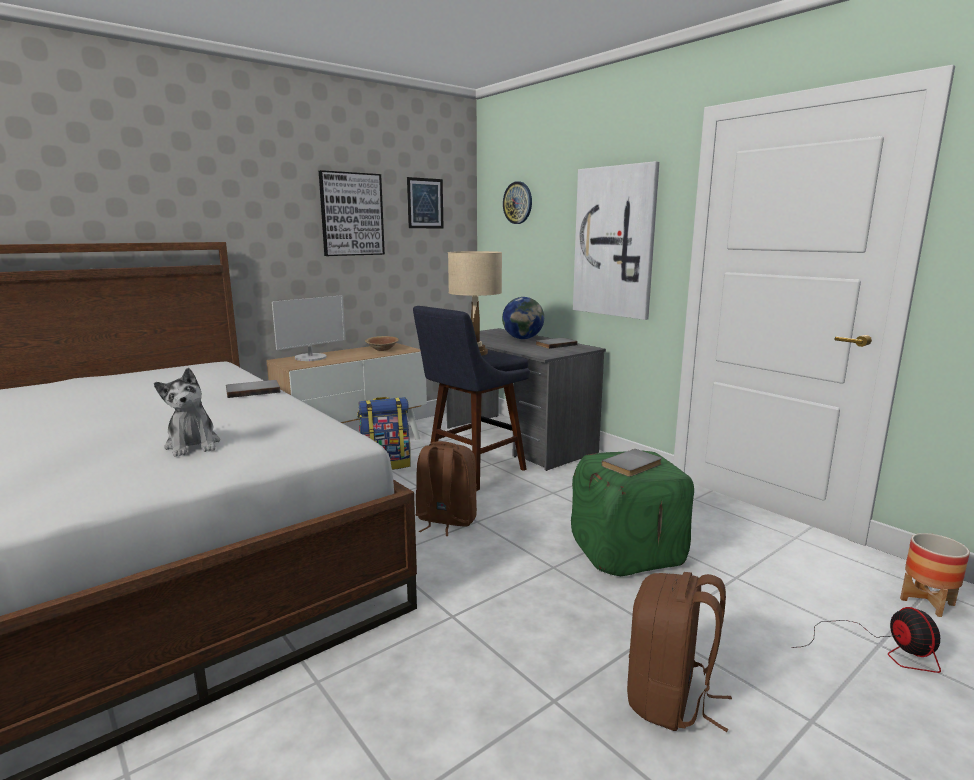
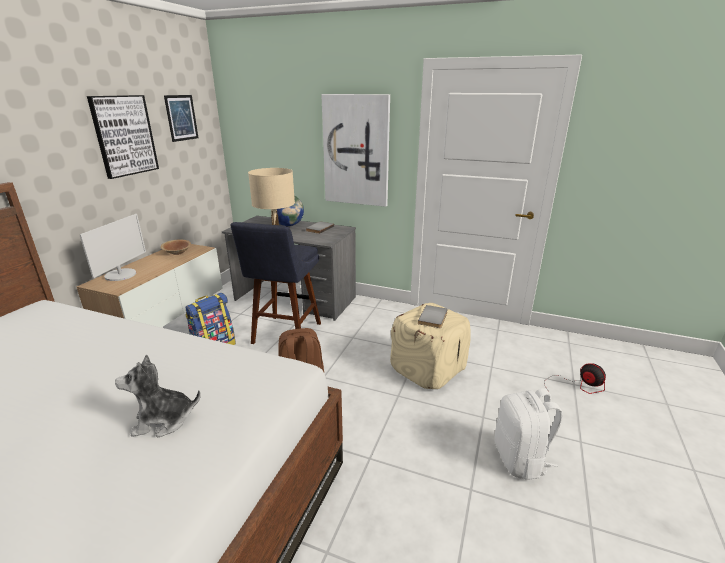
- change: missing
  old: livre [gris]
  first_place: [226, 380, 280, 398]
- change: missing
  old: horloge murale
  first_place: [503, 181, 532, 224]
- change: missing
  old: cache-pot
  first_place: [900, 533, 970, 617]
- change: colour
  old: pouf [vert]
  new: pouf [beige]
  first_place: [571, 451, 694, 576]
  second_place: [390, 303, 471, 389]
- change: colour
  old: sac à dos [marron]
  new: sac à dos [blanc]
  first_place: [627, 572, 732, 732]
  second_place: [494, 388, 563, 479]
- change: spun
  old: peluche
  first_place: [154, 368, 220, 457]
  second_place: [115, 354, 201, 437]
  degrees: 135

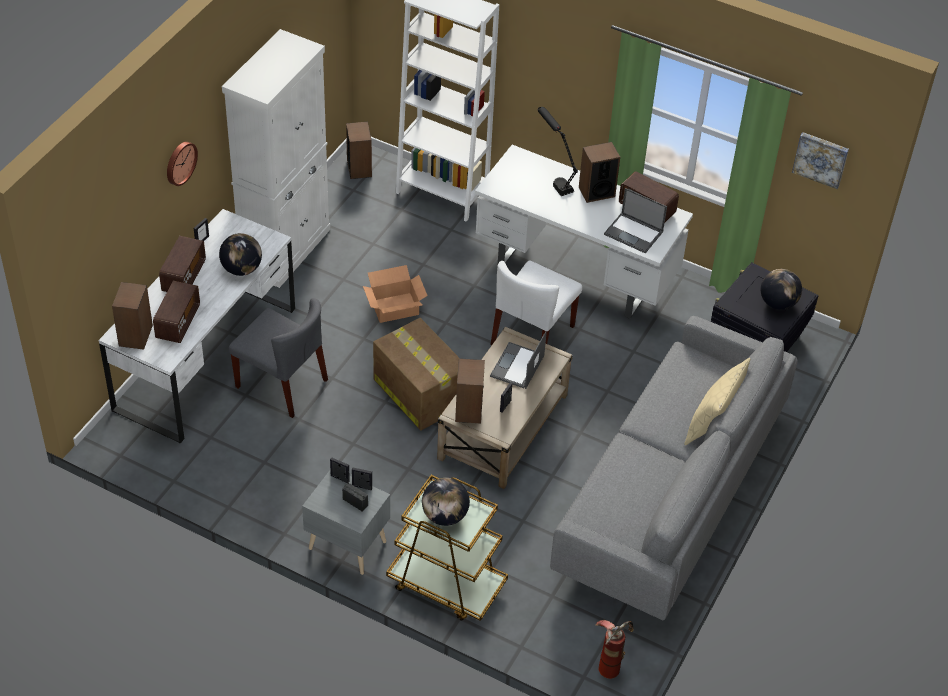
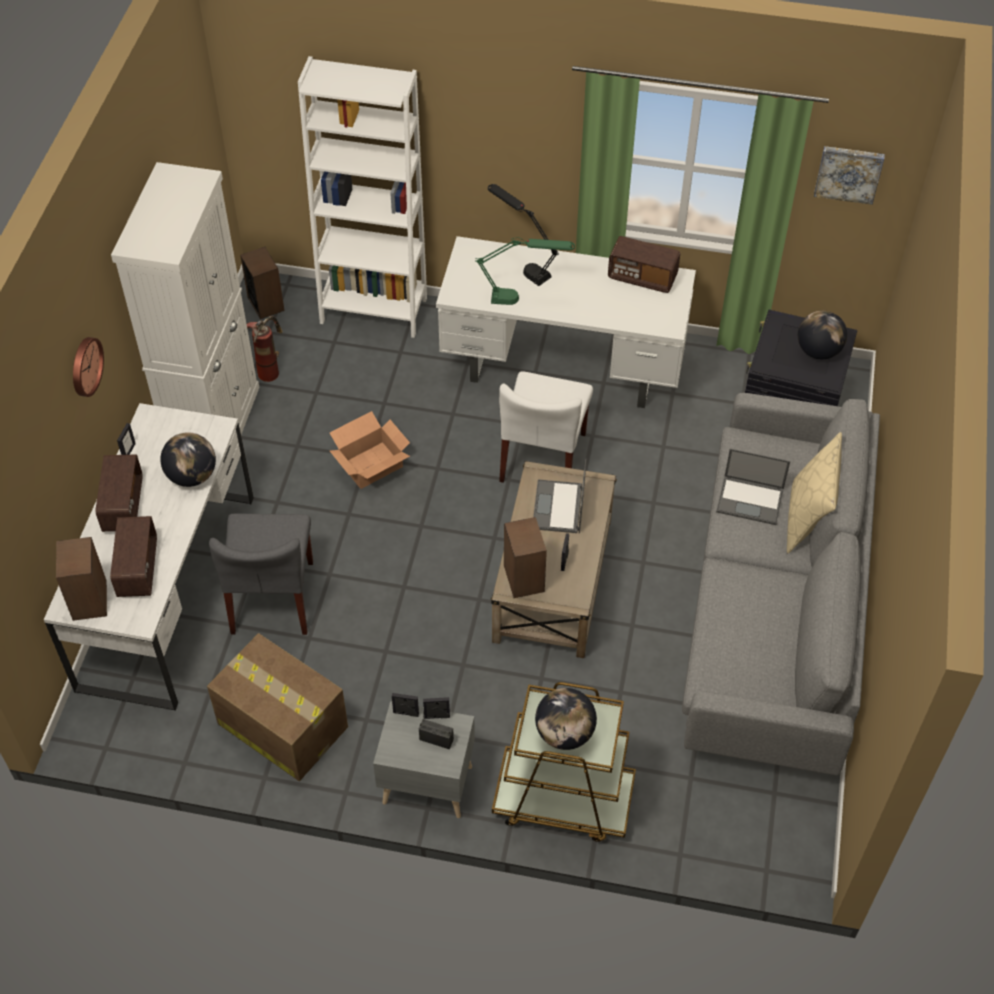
- change: missing
  old: enceinte
  first_place: [579, 142, 620, 203]
- change: appeared
  new: lampe de table [vert]
  second_place: [475, 237, 575, 305]
- change: relocated
  old: carton
  first_place: [373, 318, 459, 431]
  second_place: [207, 633, 348, 781]
- change: relocated
  old: extincteur
  first_place: [595, 620, 633, 679]
  second_place: [247, 316, 282, 382]
- change: relocated
  old: ordinateur portable
  first_place: [604, 188, 667, 254]
  second_place: [716, 449, 790, 525]
- change: spun
  old: chaise [gris]
  first_place: [229, 298, 328, 418]
  second_place: [209, 514, 313, 635]
  degrees: 75

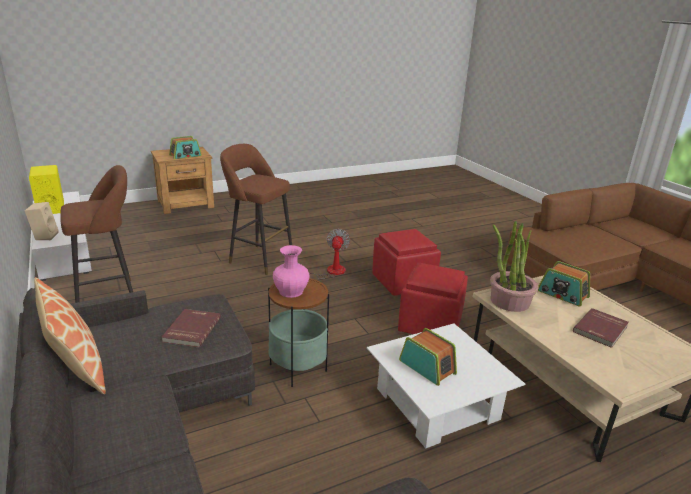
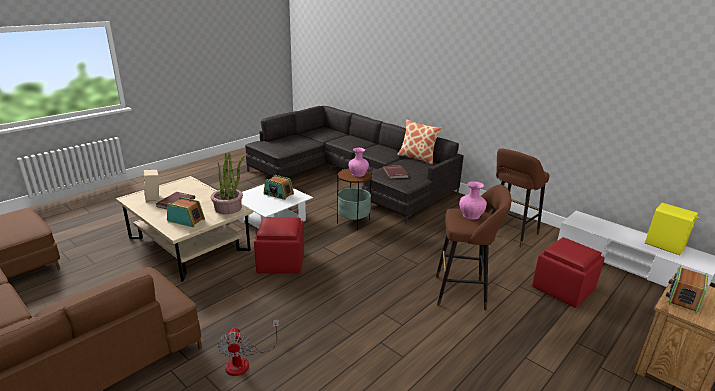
- change: appeared
  new: vase [rose]
  second_place: [459, 181, 487, 219]
- change: relocated
  old: enceinte [beige]
  first_place: [25, 202, 59, 240]
  second_place: [144, 170, 159, 202]
- change: relocated
  old: ventilateur
  first_place: [298, 229, 350, 279]
  second_place: [218, 319, 279, 376]
- change: relocated
  old: pouf [rouge]
  first_place: [372, 229, 441, 296]
  second_place: [532, 237, 605, 308]

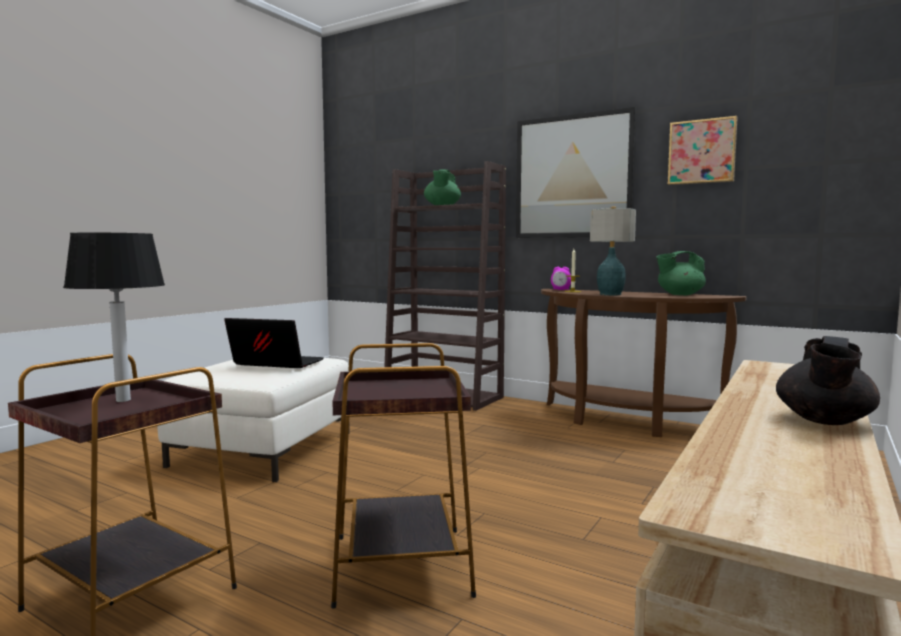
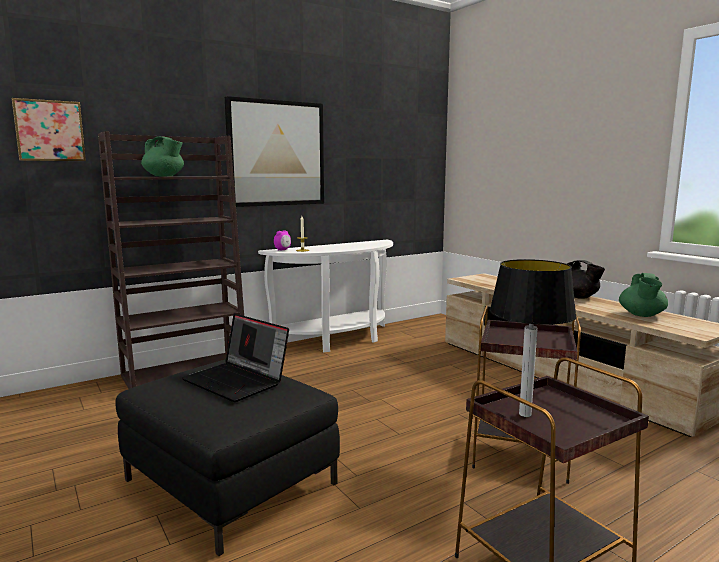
- change: missing
  old: lampe de table
  first_place: [590, 207, 636, 295]
- change: relocated
  old: théière [vert]
  first_place: [656, 251, 706, 295]
  second_place: [619, 273, 668, 317]
- change: relocated
  old: tableau
  first_place: [668, 116, 738, 185]
  second_place: [12, 98, 86, 161]
- change: colour
  old: pouf [blanc]
  new: pouf [noir]
  first_place: [157, 358, 350, 482]
  second_place: [115, 359, 340, 556]
- change: colour
  old: table console [marron]
  new: table console [blanc]
  first_place: [541, 289, 746, 437]
  second_place: [258, 240, 393, 352]
- change: spun
  old: ordinateur portable
  first_place: [224, 318, 324, 368]
  second_place: [182, 313, 289, 402]
  degrees: -90

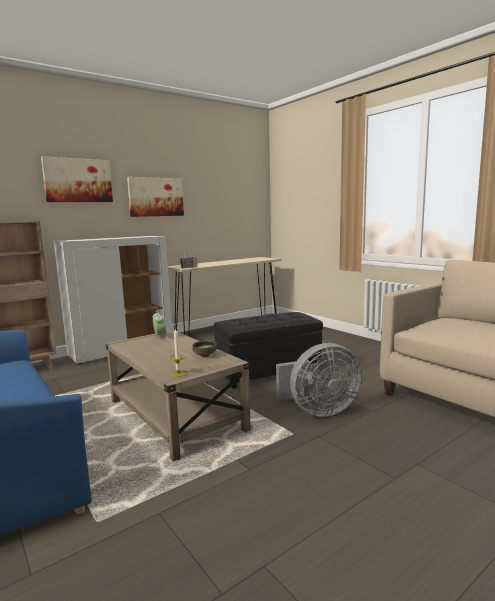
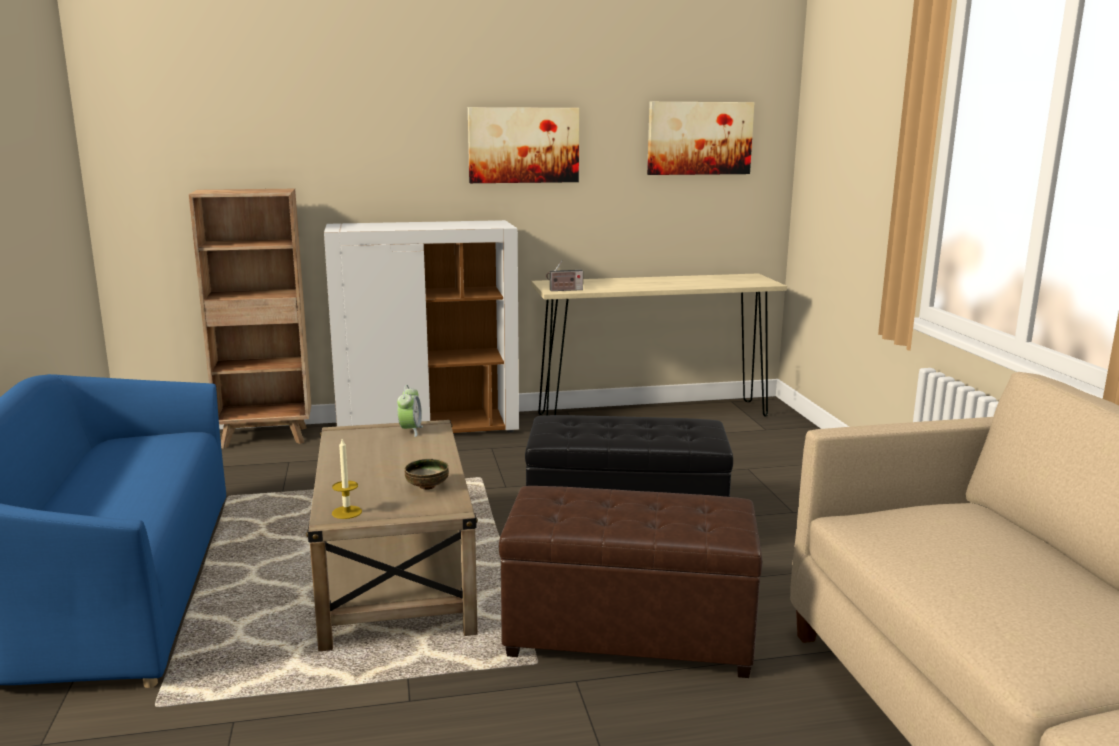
- change: relocated
  old: tableau
  first_place: [41, 156, 113, 202]
  second_place: [647, 102, 755, 175]
- change: exchanged
  old: ventilateur [gris]
  new: pouf [marron]
  first_place: [276, 343, 361, 417]
  second_place: [499, 486, 762, 678]

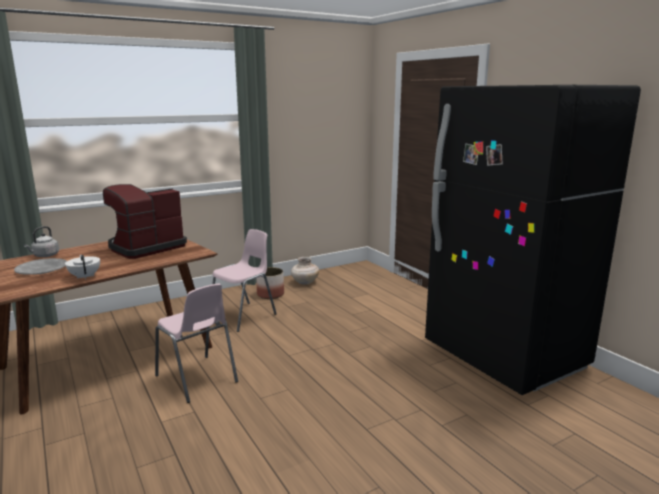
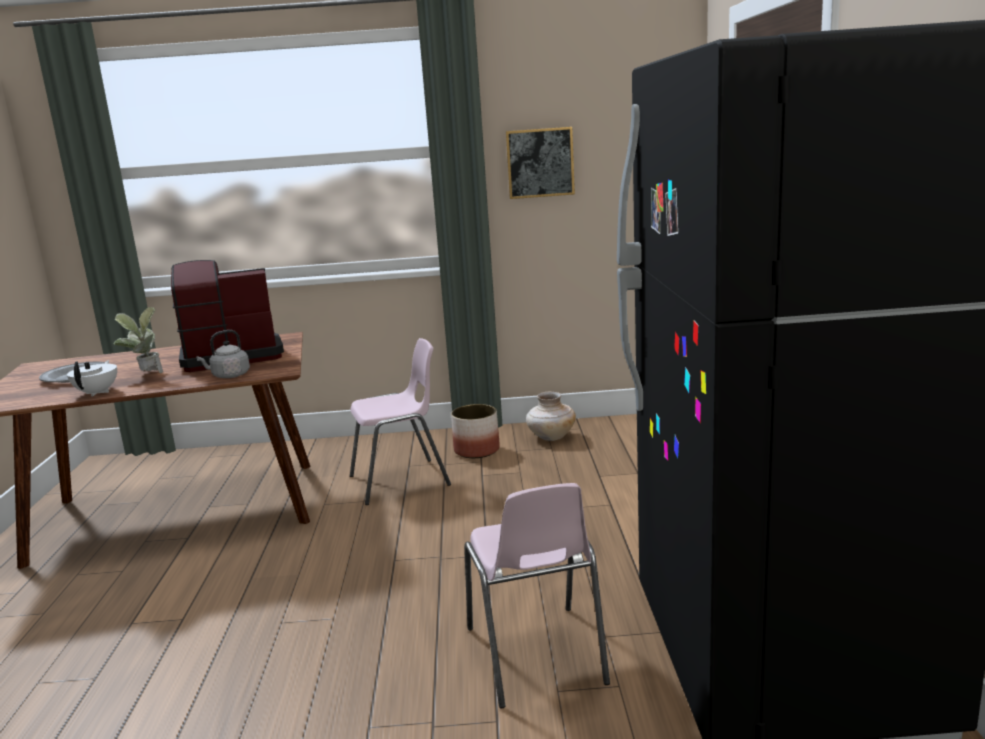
- change: appeared
  new: plante en pot
  second_place: [113, 307, 163, 373]
- change: appeared
  new: tableau
  second_place: [506, 127, 575, 199]
- change: relocated
  old: bouilloire [gris]
  first_place: [24, 226, 59, 257]
  second_place: [196, 330, 250, 378]
- change: relocated
  old: chaise [rose]
  first_place: [155, 284, 238, 403]
  second_place: [464, 483, 610, 708]

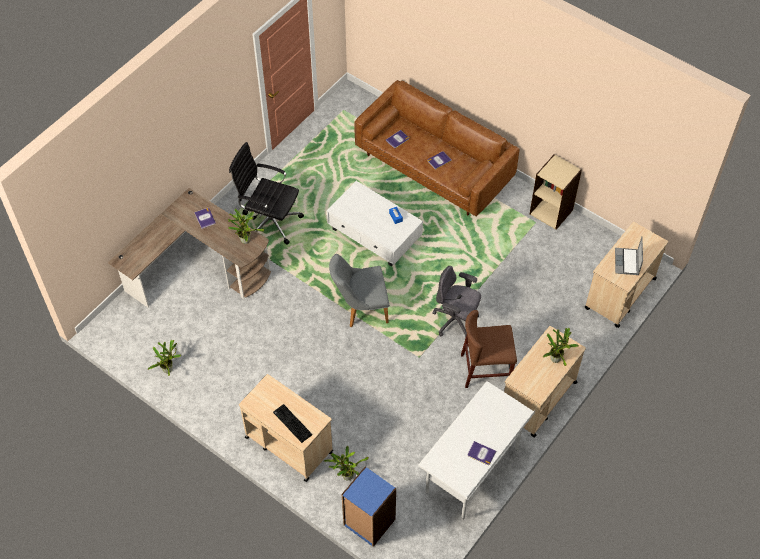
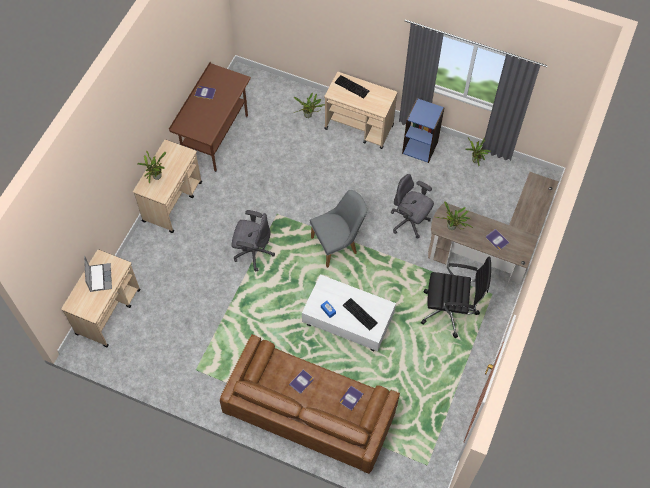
- change: missing
  old: chaise [marron]
  first_place: [461, 310, 517, 388]
- change: missing
  old: bibliothèque [beige]
  first_place: [530, 154, 582, 230]
- change: appeared
  new: clavier
  second_place: [343, 298, 378, 331]
- change: appeared
  new: chaise de bureau [gris]
  second_place: [390, 174, 434, 239]
- change: relocated
  old: bibliothèque [bleu]
  first_place: [342, 466, 396, 547]
  second_place: [402, 98, 445, 163]
- change: colour
  old: bureau [blanc]
  new: bureau [marron]
  first_place: [418, 381, 535, 519]
  second_place: [169, 62, 251, 172]

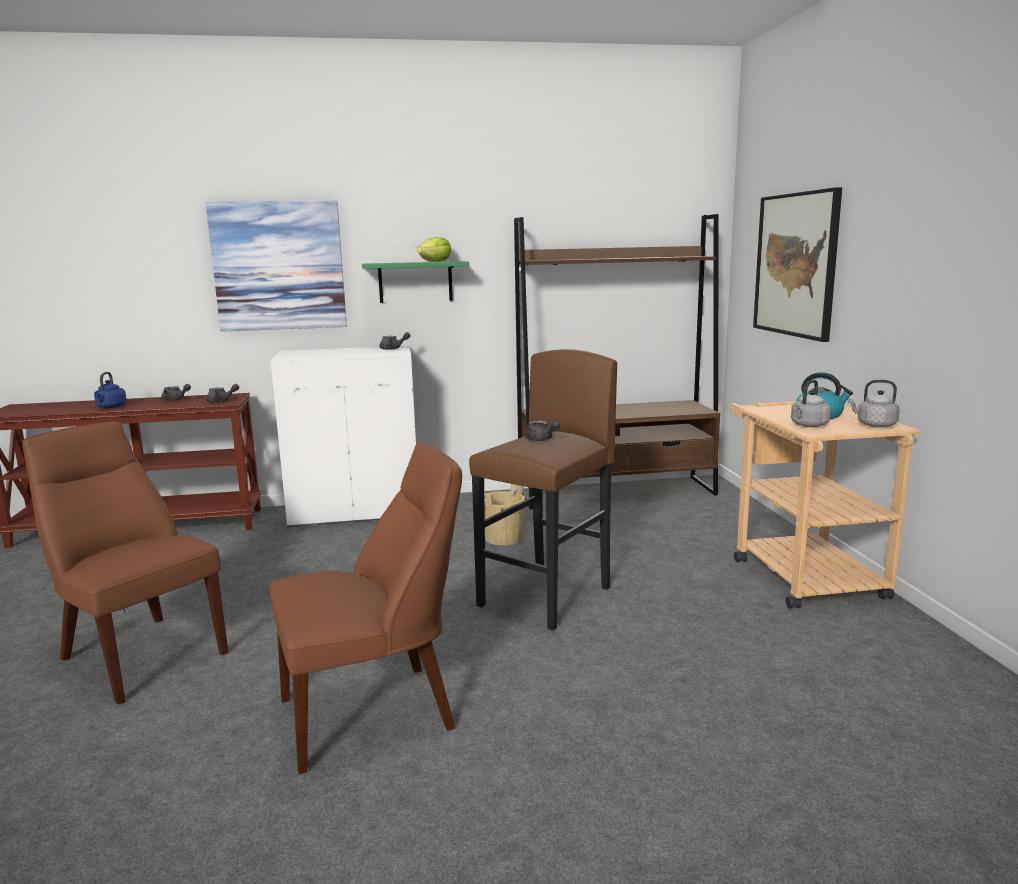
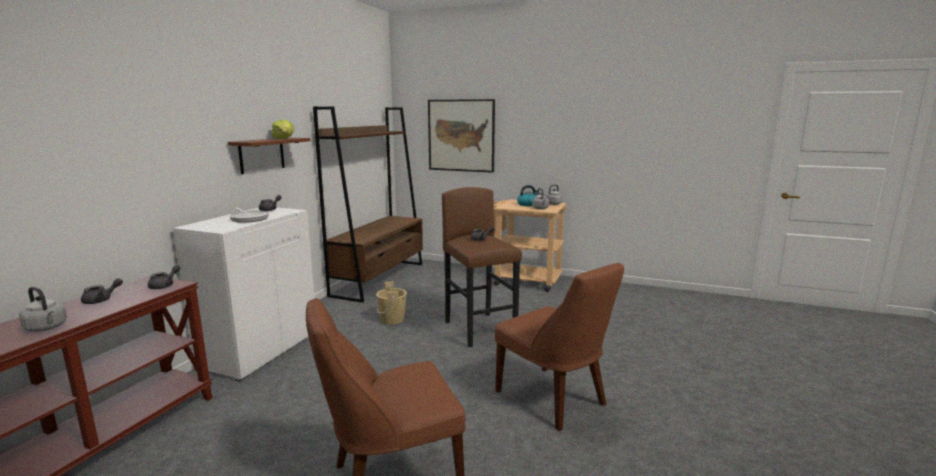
- change: missing
  old: tableau
  first_place: [206, 200, 347, 332]
- change: appeared
  new: poêle
  second_place: [229, 208, 269, 223]
- change: colour
  old: bouilloire [bleu]
  new: bouilloire [gris]
  first_place: [94, 372, 127, 408]
  second_place: [19, 287, 67, 332]
- change: colour
  old: étagère [vert]
  new: étagère [marron]
  first_place: [362, 261, 469, 303]
  second_place: [228, 138, 310, 174]
- change: spun
  old: chaise [marron]
  first_place: [270, 443, 462, 774]
  second_place: [495, 263, 624, 431]
  degrees: 135

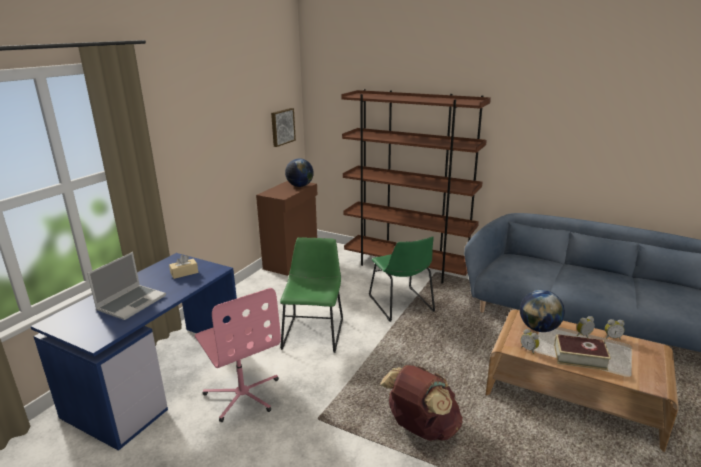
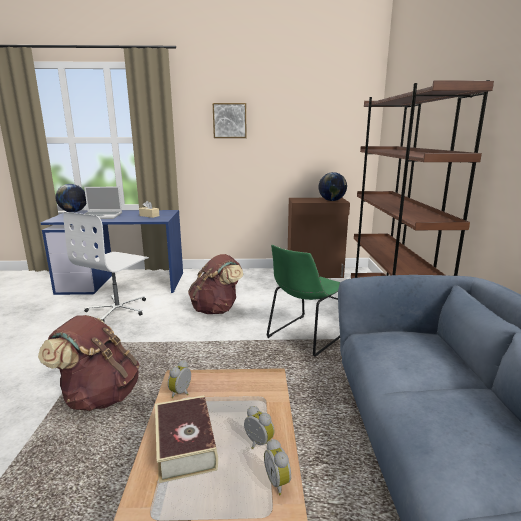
- change: relocated
  old: tableau
  first_place: [271, 108, 296, 147]
  second_place: [213, 103, 247, 138]
- change: relocated
  old: globe
  first_place: [520, 290, 565, 332]
  second_place: [55, 184, 86, 213]
- change: exchanged
  old: chaise [vert]
  new: sac à dos [marron]
  first_place: [280, 237, 343, 353]
  second_place: [188, 254, 243, 314]
- change: colour
  old: chaise de bureau [rose]
  new: chaise de bureau [blanc]
  first_place: [195, 288, 281, 422]
  second_place: [63, 212, 149, 322]

